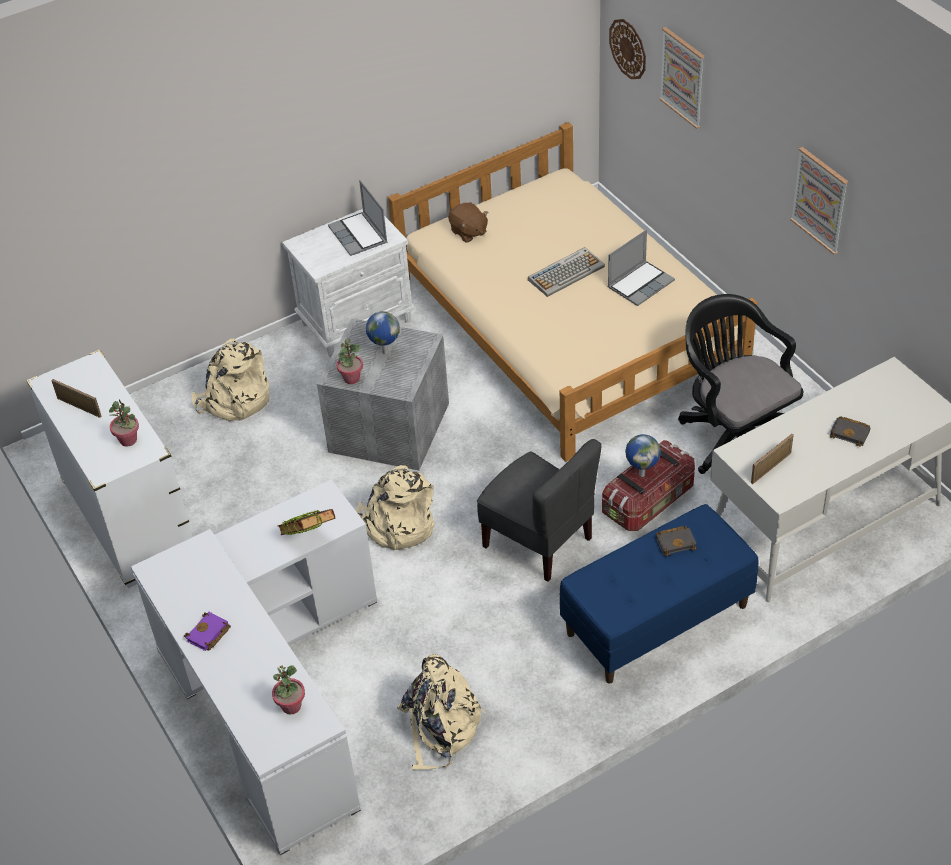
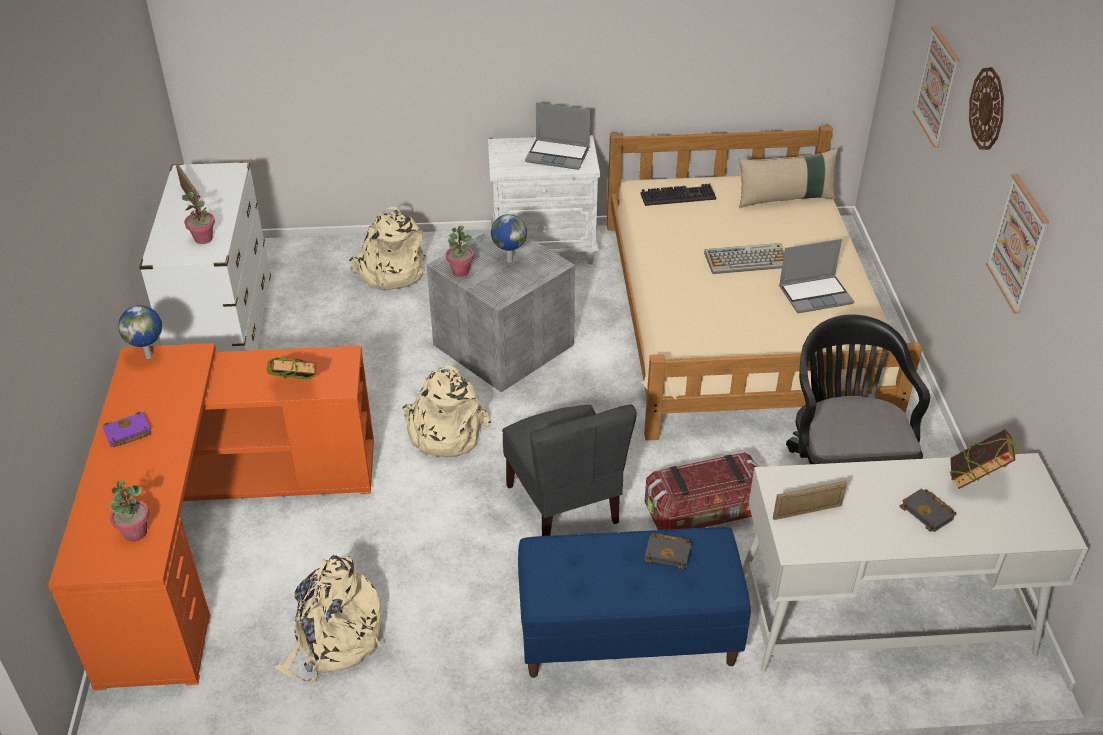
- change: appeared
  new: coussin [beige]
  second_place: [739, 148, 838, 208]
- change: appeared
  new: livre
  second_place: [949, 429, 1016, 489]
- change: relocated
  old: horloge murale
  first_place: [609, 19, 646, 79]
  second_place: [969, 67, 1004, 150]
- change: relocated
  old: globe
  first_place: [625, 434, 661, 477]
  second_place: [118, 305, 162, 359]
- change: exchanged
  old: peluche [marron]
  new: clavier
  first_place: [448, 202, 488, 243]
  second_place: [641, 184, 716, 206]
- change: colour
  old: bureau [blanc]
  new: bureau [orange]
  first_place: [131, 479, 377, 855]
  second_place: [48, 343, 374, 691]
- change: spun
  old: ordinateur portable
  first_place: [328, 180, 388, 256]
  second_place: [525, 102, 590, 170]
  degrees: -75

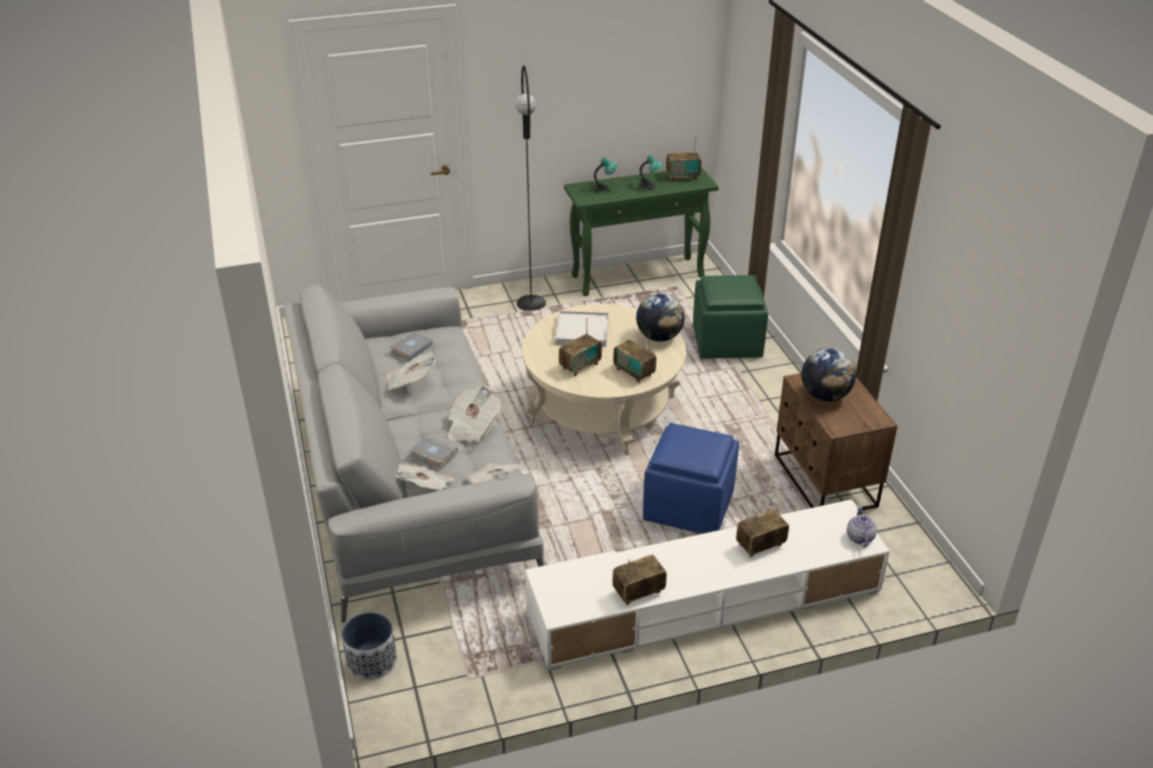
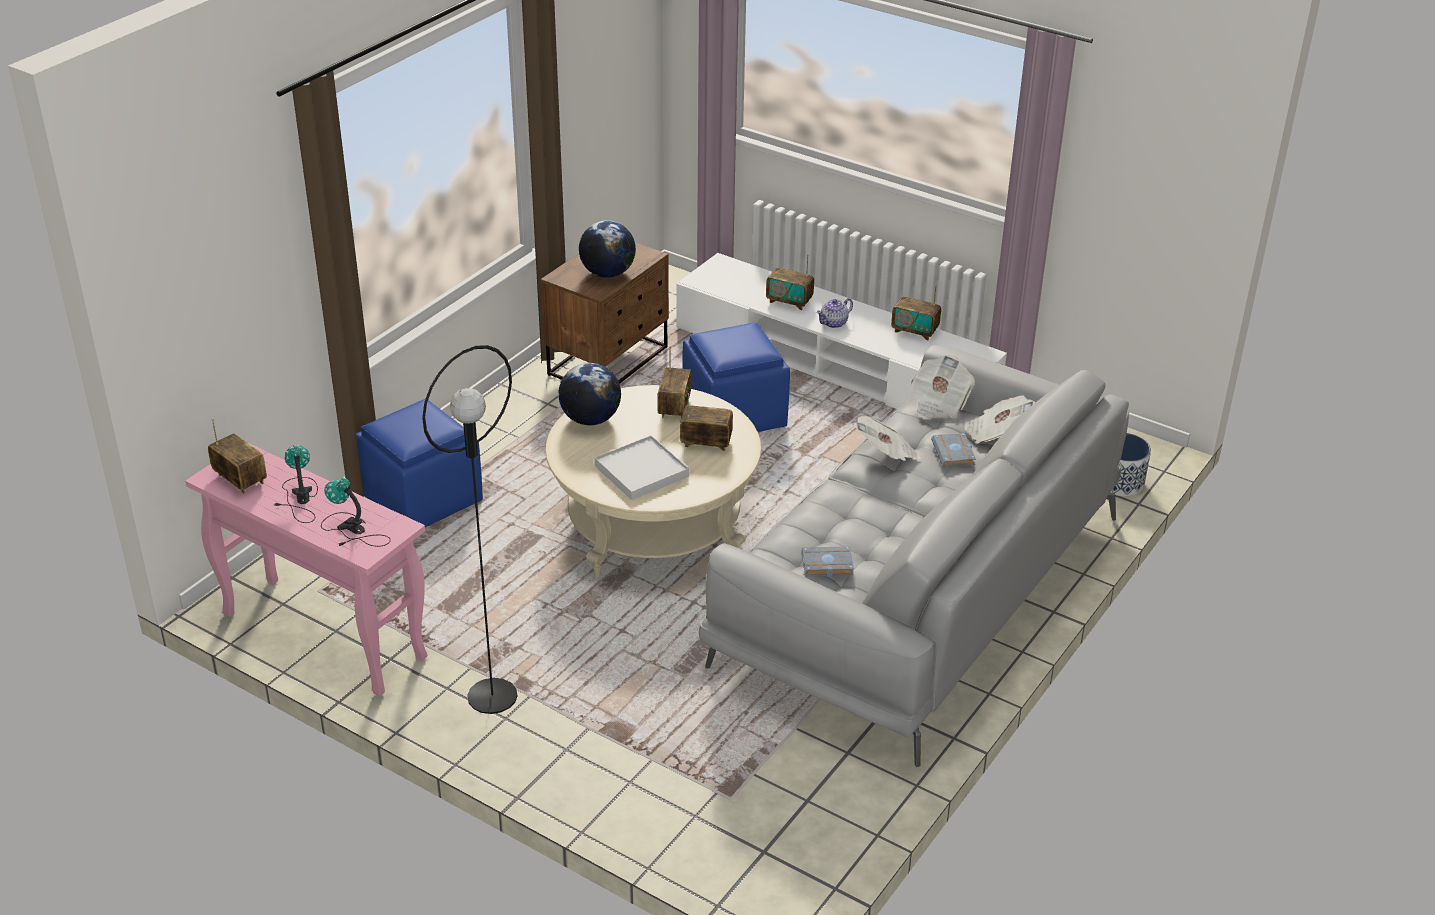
- change: missing
  old: journal
  first_place: [387, 352, 436, 391]
- change: relocated
  old: théière
  first_place: [847, 506, 877, 547]
  second_place: [816, 298, 853, 328]
- change: colour
  old: table console [vert]
  new: table console [rose]
  first_place: [564, 167, 719, 296]
  second_place: [185, 443, 427, 696]
- change: colour
  old: pouf [vert]
  new: pouf [bleu]
  first_place: [693, 275, 768, 359]
  second_place: [356, 399, 483, 527]

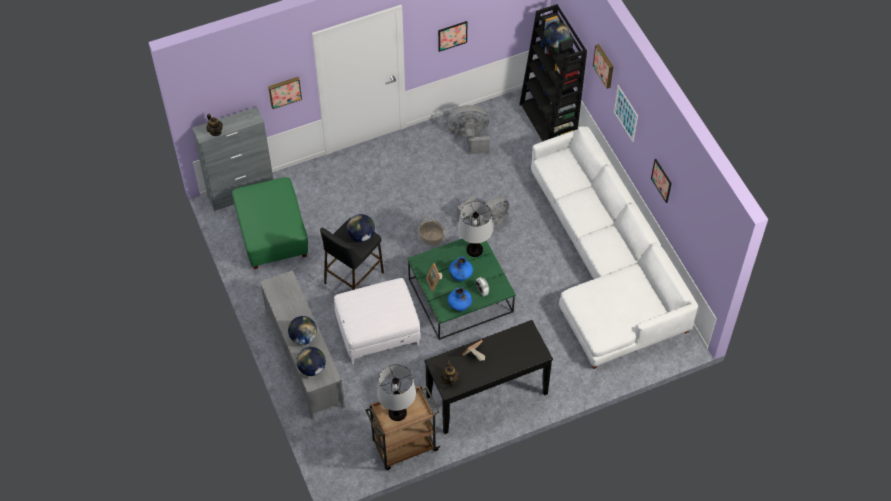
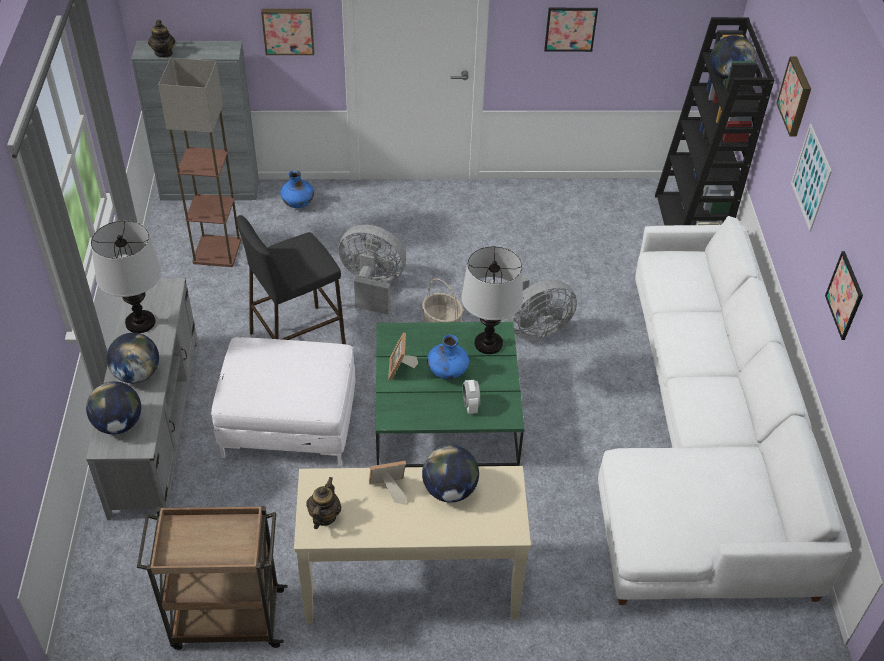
- change: relocated
  old: globe
  first_place: [347, 214, 375, 242]
  second_place: [422, 445, 479, 503]
- change: relocated
  old: lampe de table
  first_place: [377, 364, 416, 421]
  second_place: [91, 220, 161, 333]
- change: relocated
  old: ventilateur [gris]
  first_place: [447, 105, 490, 154]
  second_place: [339, 225, 406, 315]
- change: relocated
  old: vase [bleu]
  first_place: [448, 287, 472, 311]
  second_place: [280, 170, 314, 208]
- change: exchanged
  old: pouf [vert]
  new: lampadaire
  first_place: [232, 177, 308, 269]
  second_place: [158, 58, 241, 267]
- change: colour
  old: table console [noir]
  new: table console [beige]
  first_place: [424, 320, 553, 434]
  second_place: [294, 466, 531, 623]

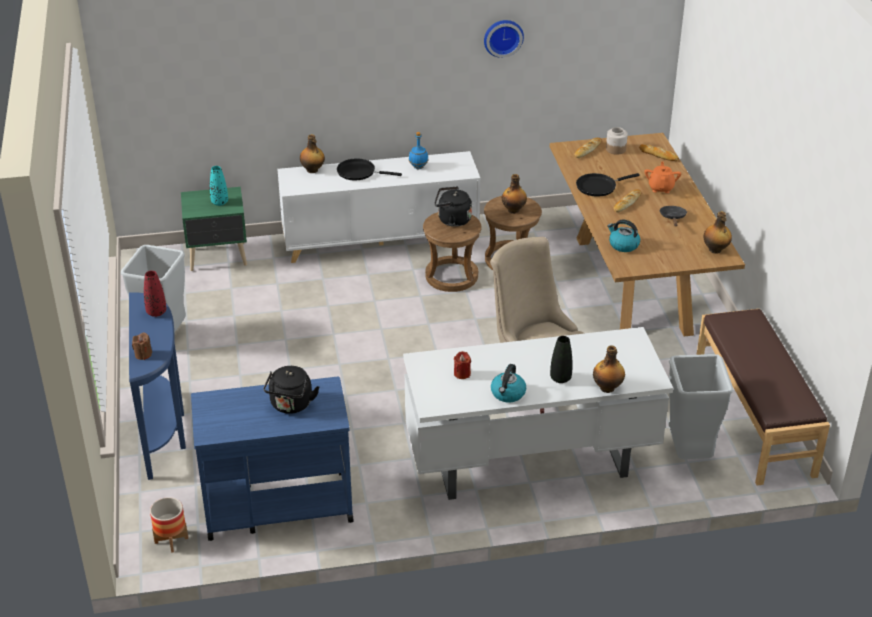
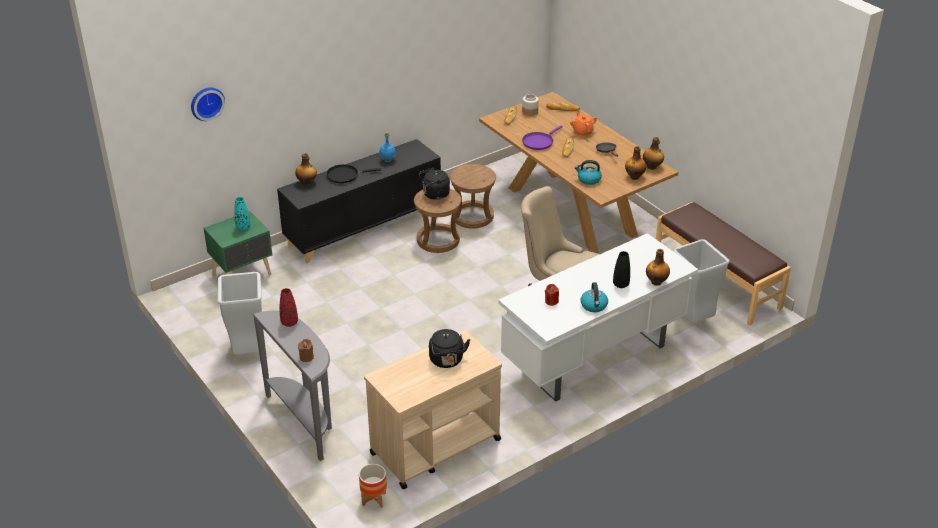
- change: relocated
  old: horloge murale
  first_place: [484, 20, 524, 58]
  second_place: [191, 87, 225, 121]
- change: relocated
  old: bouteille
  first_place: [502, 174, 527, 214]
  second_place: [625, 146, 646, 180]
- change: colour
  old: table console [bleu]
  new: table console [gris]
  first_place: [129, 292, 186, 480]
  second_place: [253, 310, 332, 461]
- change: colour
  old: chariot [bleu]
  new: chariot [beige]
  first_place: [191, 377, 354, 541]
  second_place: [364, 330, 502, 489]
- change: colour
  old: meuble de rangement [blanc]
  new: meuble de rangement [noir]
  first_place: [277, 151, 480, 263]
  second_place: [277, 139, 441, 264]
- change: colour
  old: poêle [noir]
  new: poêle [violet]
  first_place: [576, 173, 640, 197]
  second_place: [522, 125, 563, 150]

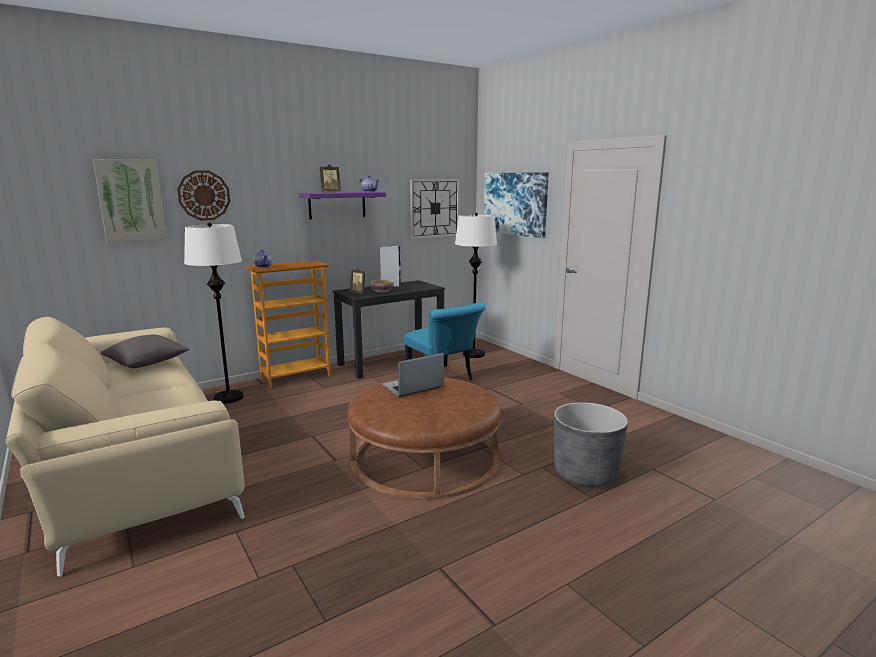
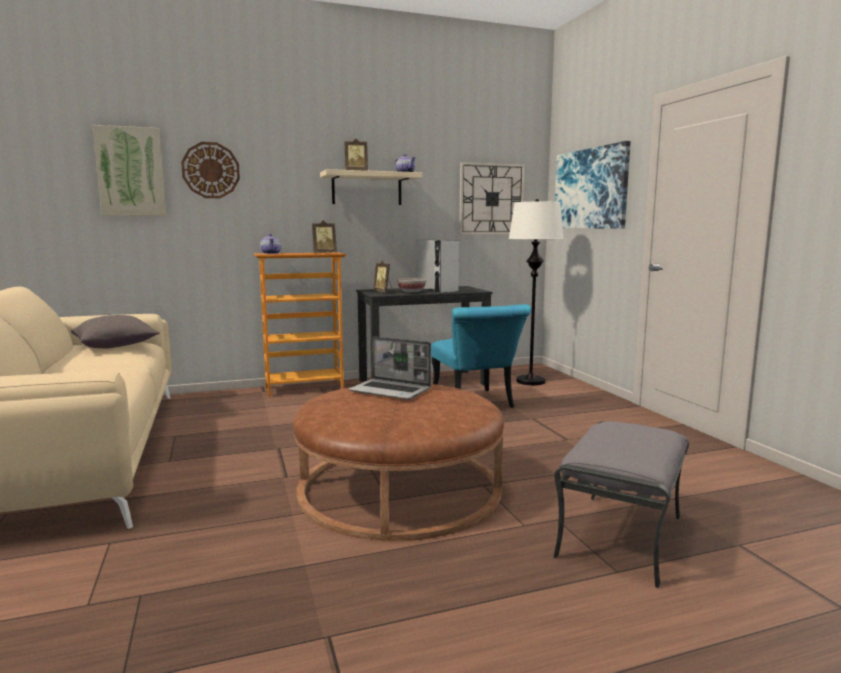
- change: missing
  old: lampadaire [blanc]
  first_place: [184, 222, 244, 404]
- change: appeared
  new: cadre photo
  second_place: [312, 220, 337, 253]
- change: appeared
  new: enceinte [gris]
  second_place: [434, 240, 459, 293]
- change: exchanged
  old: cache-pot [gris]
  new: pouf [gris]
  first_place: [554, 402, 628, 487]
  second_place: [553, 421, 689, 589]
- change: colour
  old: étagère [violet]
  new: étagère [beige]
  first_place: [298, 192, 386, 220]
  second_place: [320, 169, 422, 205]
- change: spun
  old: ordinateur portable
  first_place: [383, 353, 444, 397]
  second_place: [349, 337, 431, 400]
  degrees: -135

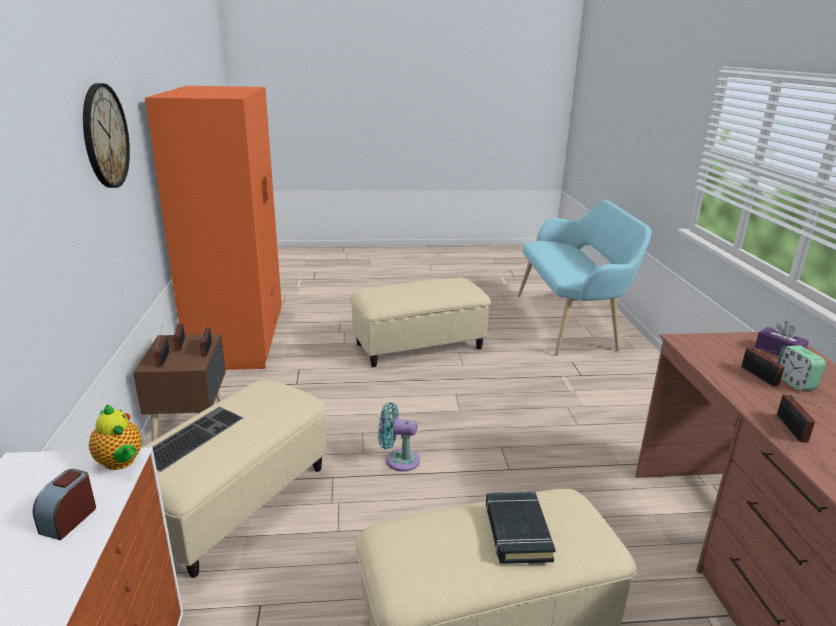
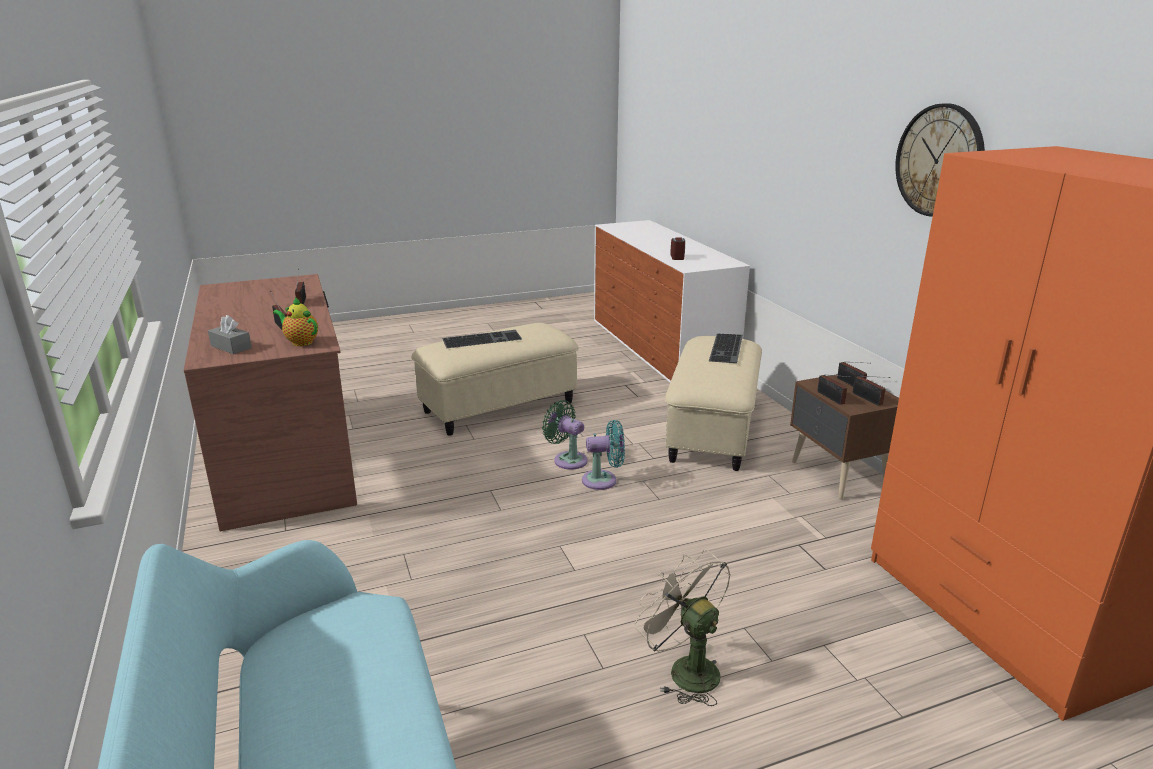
- change: missing
  old: réveil
  first_place: [777, 345, 826, 391]
- change: appeared
  new: ventilateur [vert]
  second_place: [542, 400, 588, 470]
- change: relocated
  old: théière
  first_place: [89, 405, 142, 470]
  second_place: [273, 297, 318, 346]
- change: exchanged
  old: pouf [beige]
  new: ventilateur [beige]
  first_place: [349, 278, 491, 367]
  second_place: [634, 550, 731, 706]
- change: exchanged
  old: livre [noir]
  new: clavier
  first_place: [486, 492, 556, 564]
  second_place: [442, 330, 522, 348]
- change: colour
  old: boîte à mouchoirs [violet]
  new: boîte à mouchoirs [gris]
  first_place: [755, 321, 809, 356]
  second_place: [208, 315, 252, 354]

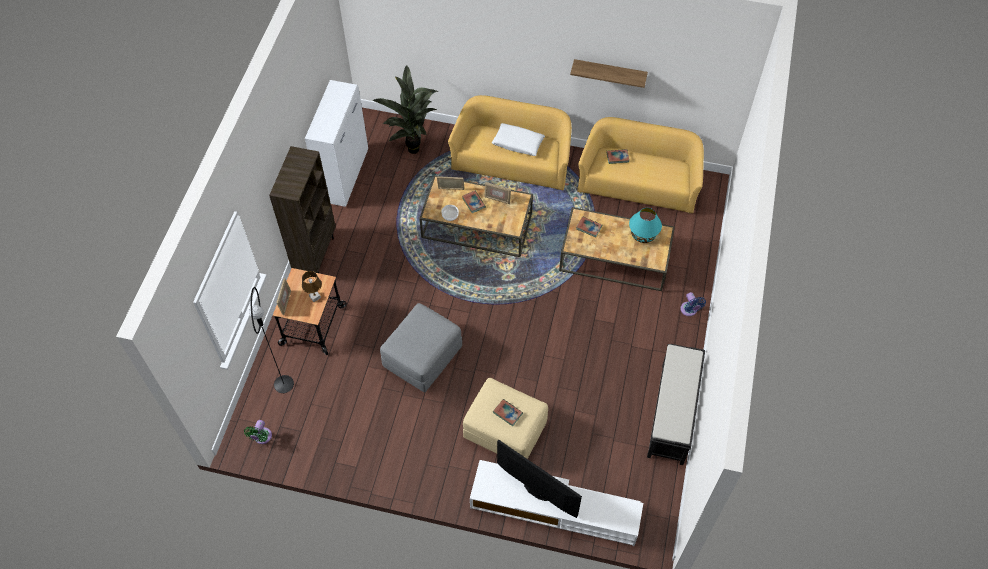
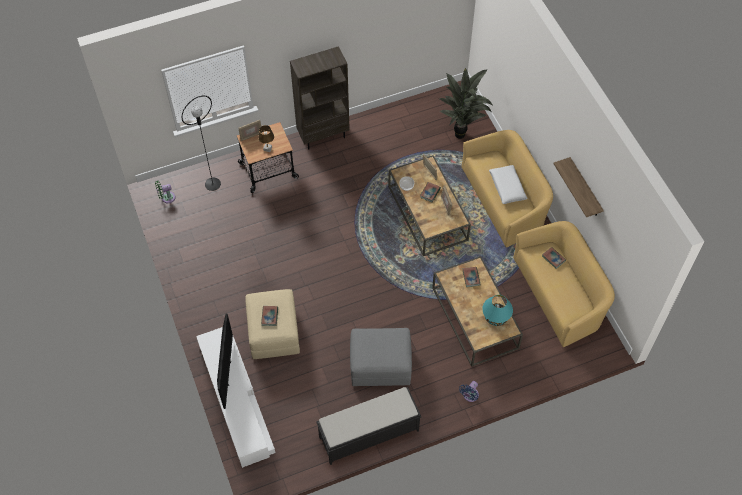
- change: missing
  old: meuble de rangement [blanc]
  first_place: [305, 80, 368, 207]
- change: relocated
  old: pouf [gris]
  first_place: [380, 303, 462, 392]
  second_place: [350, 328, 412, 386]

